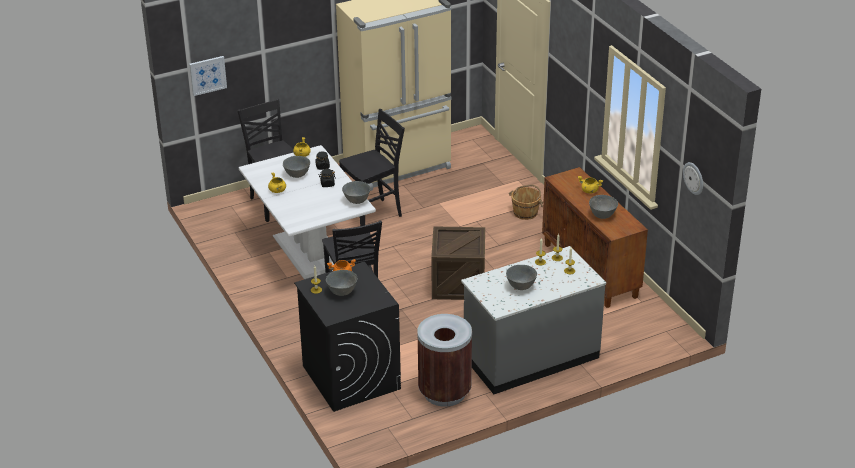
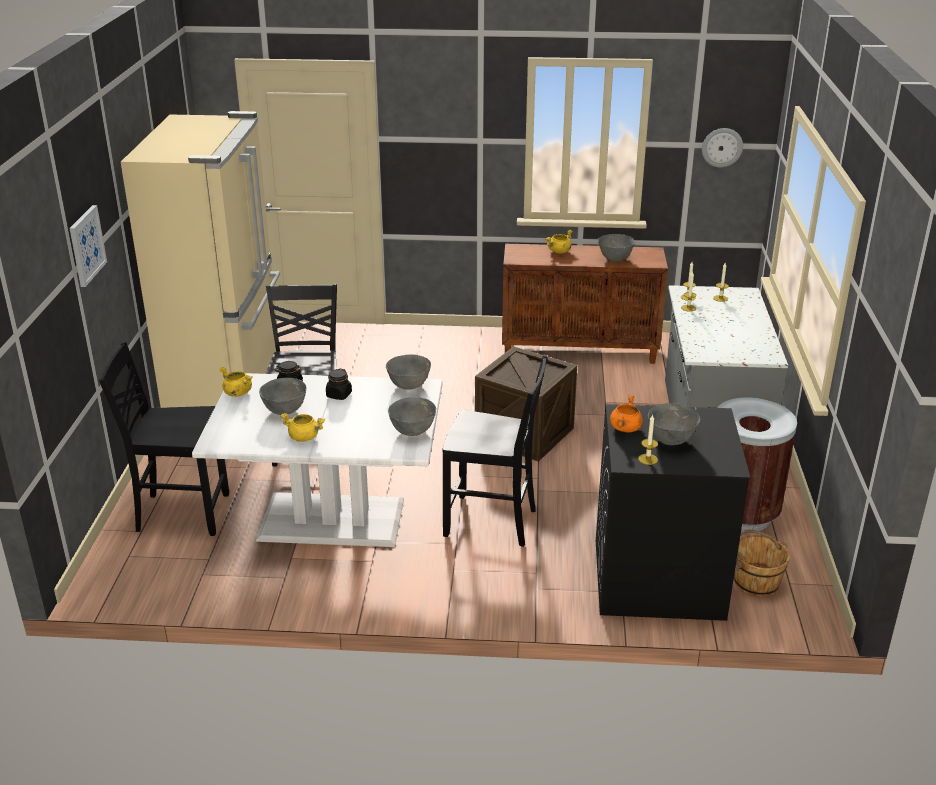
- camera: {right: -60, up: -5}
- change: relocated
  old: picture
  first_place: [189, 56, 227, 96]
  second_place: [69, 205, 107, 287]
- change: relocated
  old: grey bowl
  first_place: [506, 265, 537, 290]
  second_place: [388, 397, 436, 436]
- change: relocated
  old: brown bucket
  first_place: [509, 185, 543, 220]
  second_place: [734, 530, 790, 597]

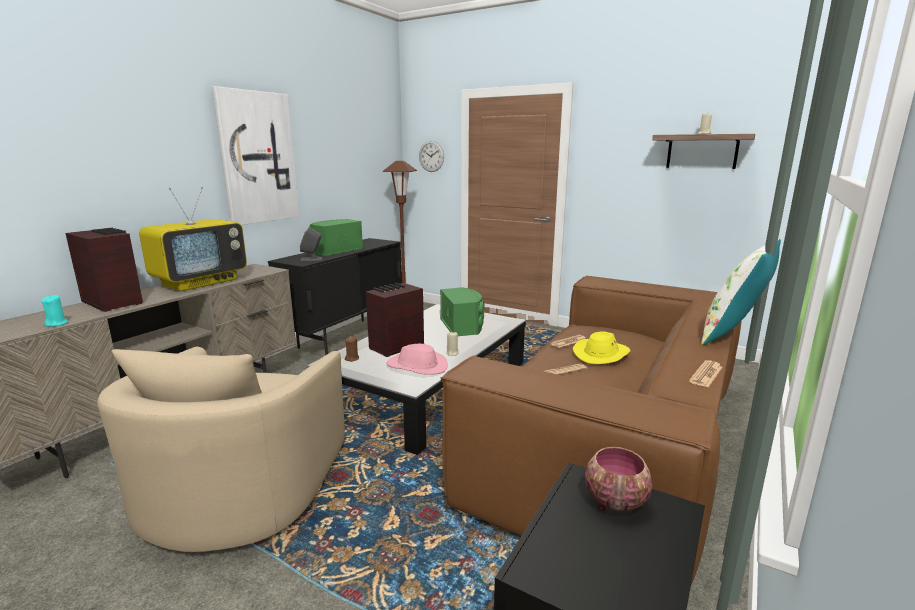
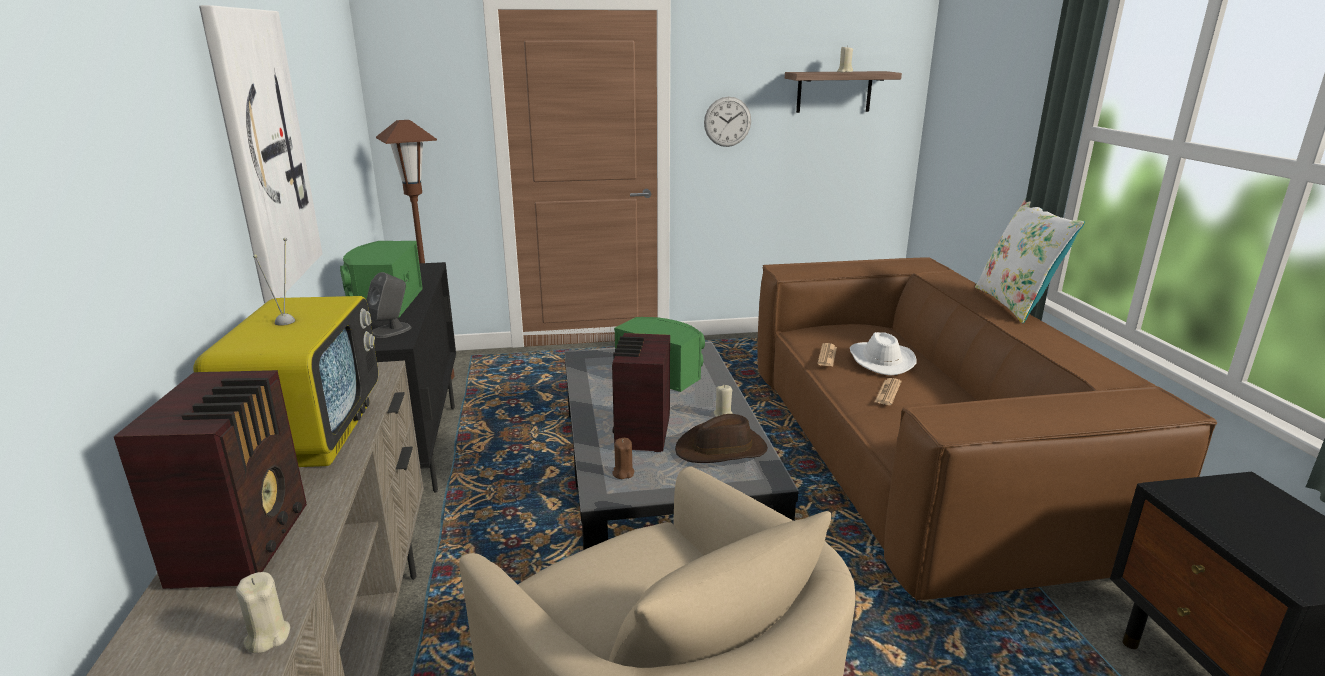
- camera: {right: -40, up: 5}
- change: colour
  old: turquoise candle
  new: beige candle
  first_place: [41, 295, 68, 327]
  second_place: [236, 572, 290, 653]
- change: spun
  old: radio
  first_place: [65, 228, 143, 312]
  second_place: [114, 370, 307, 589]
  degrees: 90
- change: colour
  old: pink hat
  new: brown hat
  first_place: [386, 344, 448, 375]
  second_place: [675, 414, 768, 463]
- change: relocated
  old: wall clock
  first_place: [419, 141, 444, 172]
  second_place: [704, 96, 751, 147]
- change: colour
  old: yellow hat
  new: white hat
  first_place: [573, 332, 630, 364]
  second_place: [850, 332, 917, 376]
- change: missing
  old: bowl
  first_place: [585, 447, 652, 511]
- change: missing
  old: newspaper
  first_place: [689, 360, 723, 387]

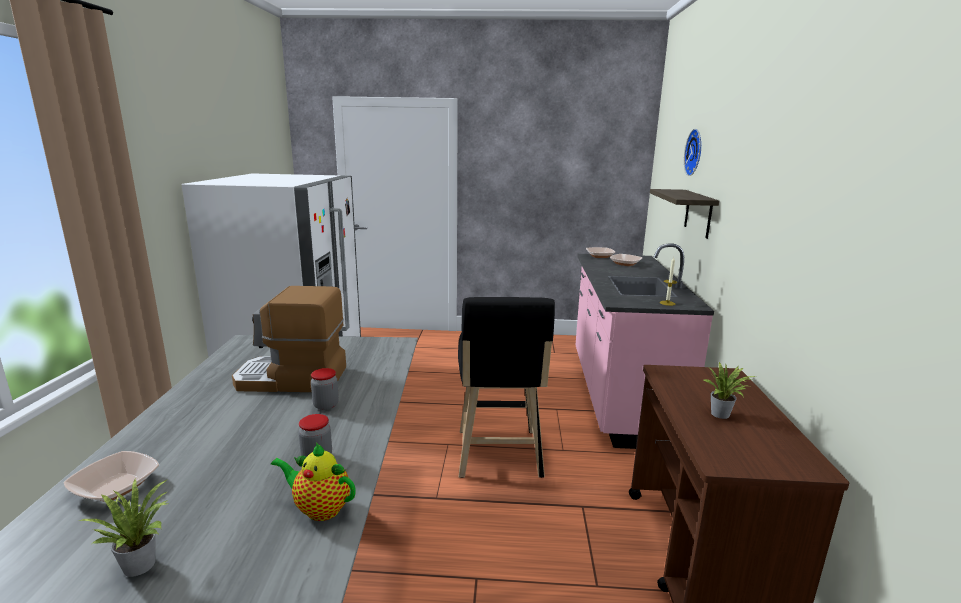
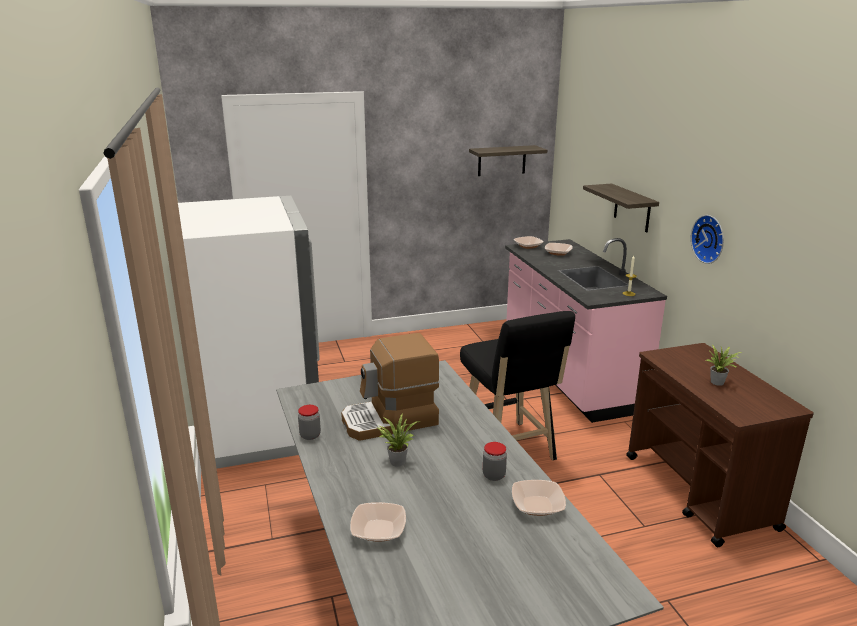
- camera: {right: -20, up: 5}
- change: relocated
  old: potted plant
  first_place: [78, 479, 168, 577]
  second_place: [377, 413, 420, 467]
- change: exchanged
  old: teapot
  new: bowl
  first_place: [271, 443, 356, 521]
  second_place: [512, 480, 566, 516]
- change: relocated
  old: jar
  first_place: [311, 368, 339, 410]
  second_place: [298, 405, 321, 440]
- change: relocated
  old: wall clock
  first_place: [684, 129, 701, 176]
  second_place: [691, 215, 724, 264]
- change: appeared
  new: shelf
  second_place: [469, 145, 547, 176]

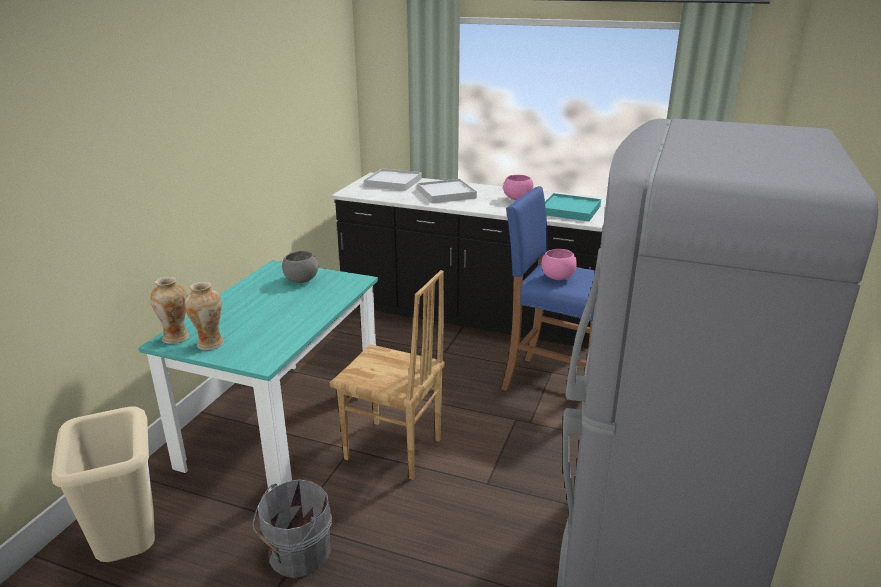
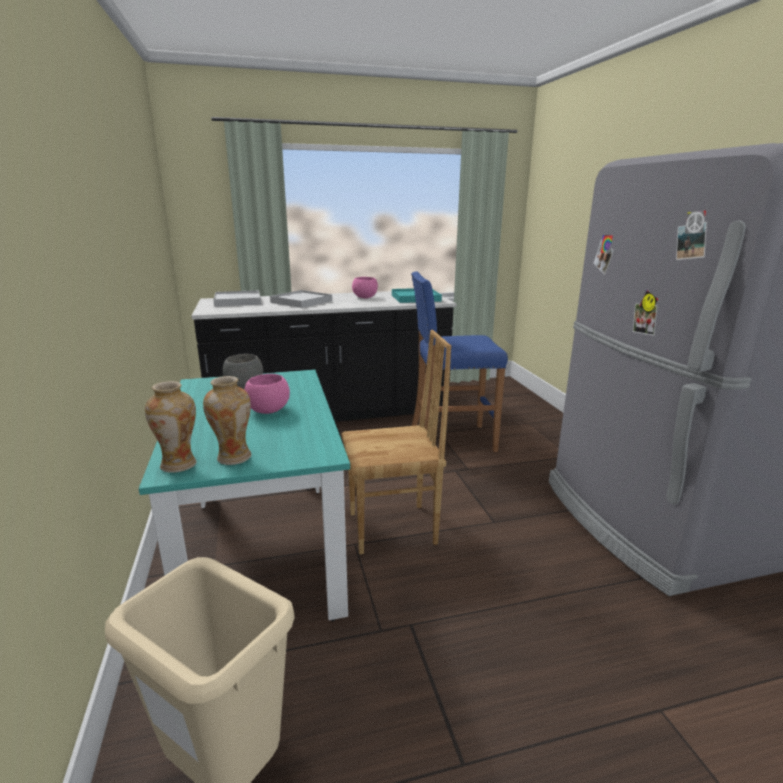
- camera: {right: -35, up: -5}
- change: missing
  old: grey bucket
  first_place: [253, 479, 332, 578]
- change: relocated
  old: pink bowl
  first_place: [542, 249, 577, 280]
  second_place: [244, 374, 290, 414]

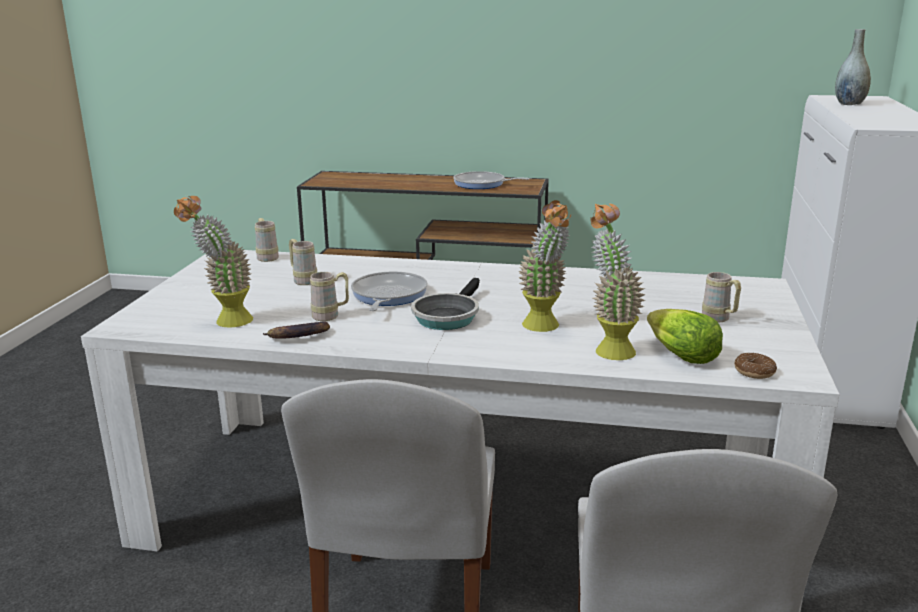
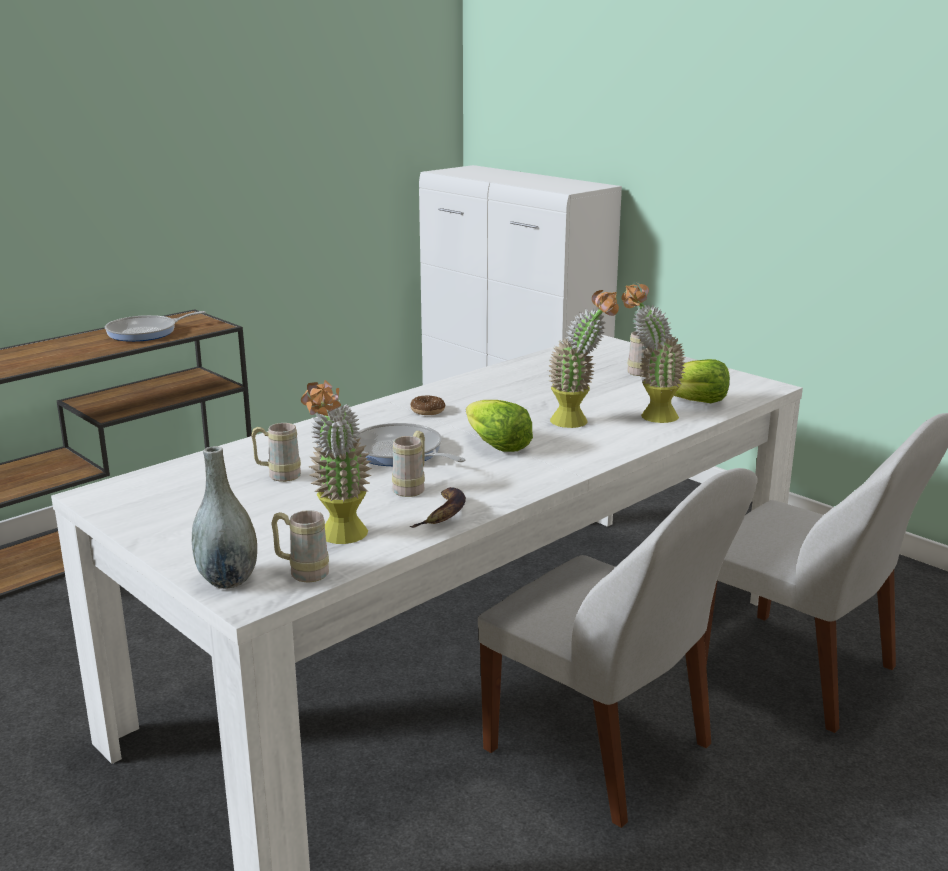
- camera: {right: -55, up: 0}
- change: relocated
  old: beige mug
  first_place: [255, 218, 279, 262]
  second_place: [271, 510, 329, 582]
- change: exchanged
  old: frying pan
  new: lettuce
  first_place: [411, 278, 480, 330]
  second_place: [466, 400, 533, 452]
- change: relocated
  old: donut
  first_place: [734, 353, 777, 379]
  second_place: [410, 396, 446, 415]
- change: relocated
  old: grey vase
  first_place: [835, 29, 871, 105]
  second_place: [192, 446, 257, 589]

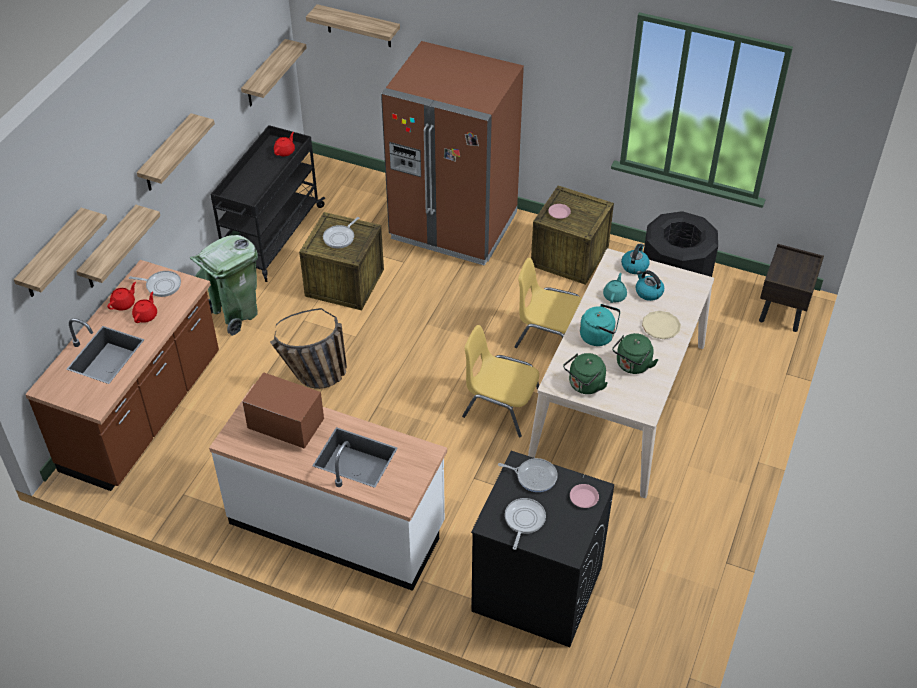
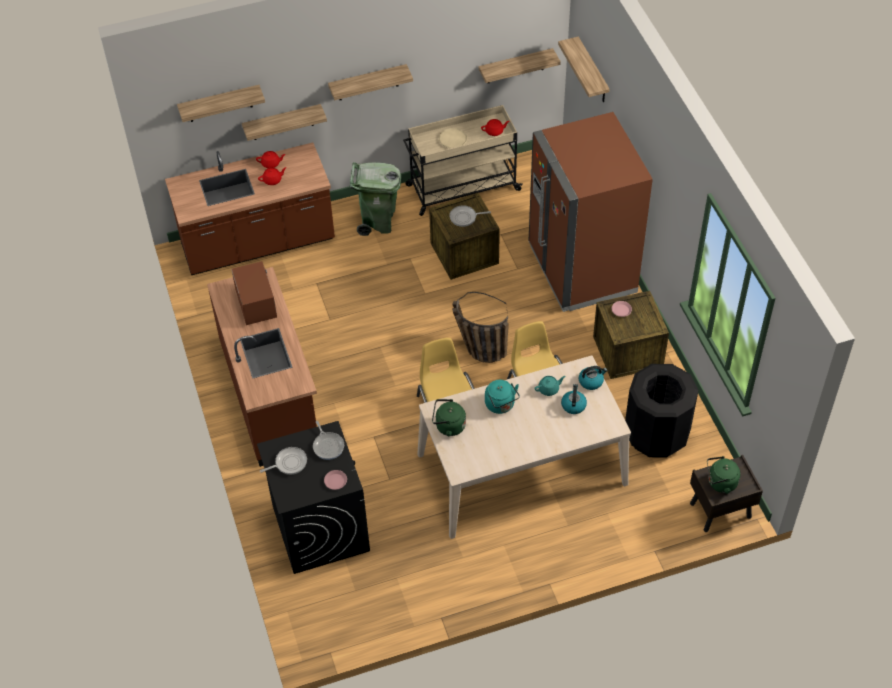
- camera: {right: 50, up: 5}
- change: missing
  old: frying pan
  first_place: [129, 271, 181, 297]
- change: colour
  old: white counter
  new: brown counter
  first_place: [209, 384, 447, 591]
  second_place: [207, 267, 317, 467]
- change: colour
  old: black cart
  new: beige cart
  first_place: [210, 125, 325, 282]
  second_place: [403, 105, 523, 216]
- change: relocated
  old: basket
  first_place: [270, 308, 347, 389]
  second_place: [452, 292, 509, 363]
- change: relocated
  old: green kettle
  first_place: [612, 333, 658, 374]
  second_place: [707, 456, 740, 494]
- change: relocated
  old: beige plate
  first_place: [642, 311, 681, 339]
  second_place: [439, 128, 468, 148]

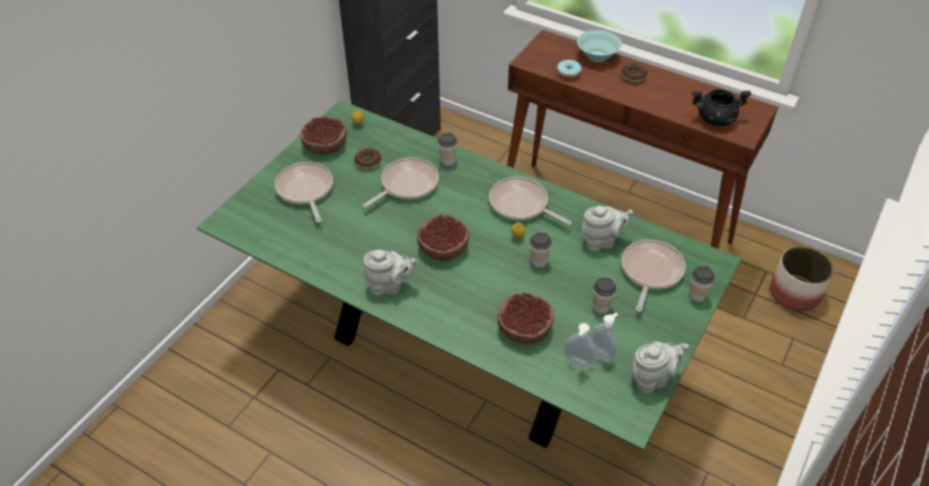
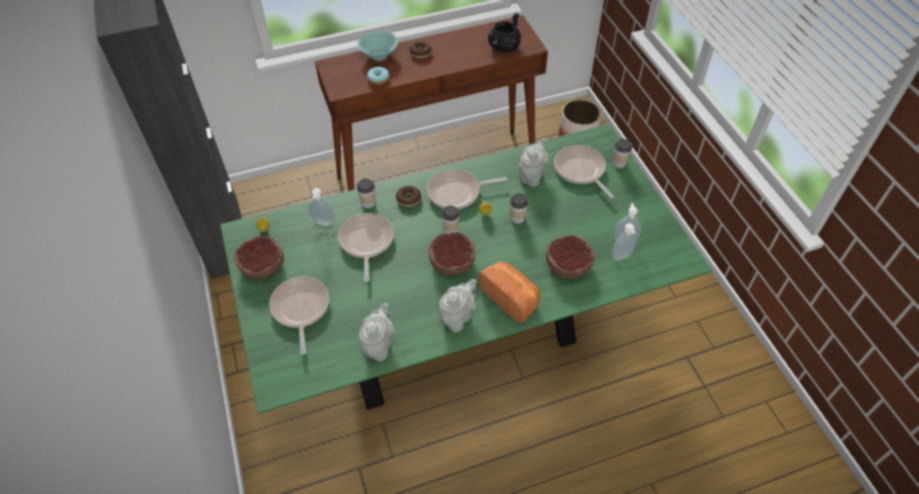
- camera: {right: -50, up: 5}
- change: spun
  old: frying pan
  first_place: [275, 162, 333, 222]
  second_place: [269, 277, 329, 355]
  degrees: 60
- change: relocated
  old: donut
  first_place: [354, 148, 381, 169]
  second_place: [396, 186, 421, 207]
- change: relocated
  old: cup
  first_place: [593, 277, 616, 314]
  second_place: [441, 206, 460, 233]
- change: relocated
  old: grey teapot
  first_place: [632, 341, 688, 394]
  second_place: [359, 303, 396, 361]
- change: appeared
  new: soap dispenser
  second_place: [308, 188, 334, 225]
- change: appeared
  new: bread
  second_place: [479, 261, 540, 323]

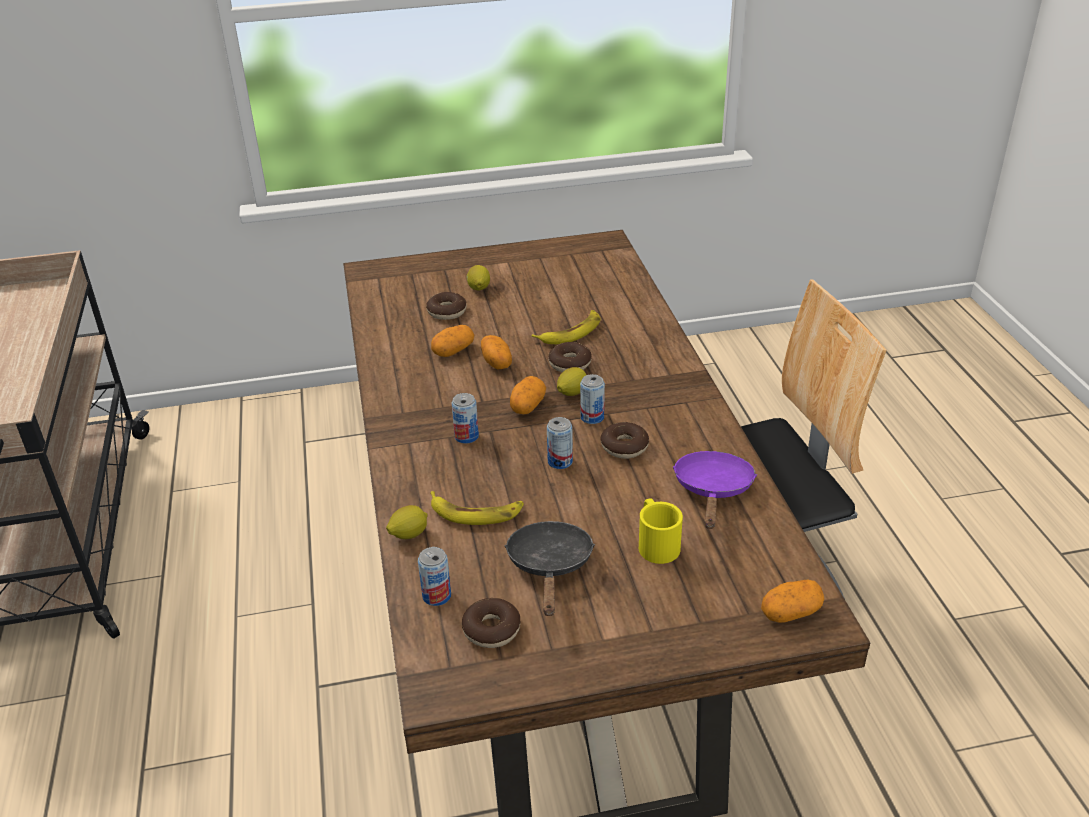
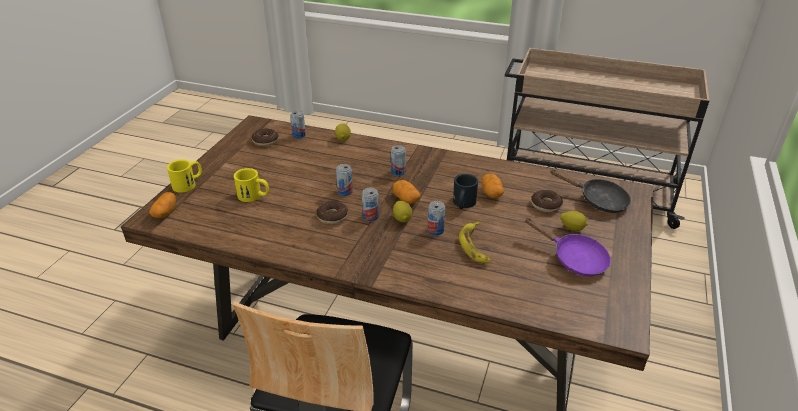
- camera: {right: 120, up: 0}
- change: missing
  old: banana
  first_place: [430, 491, 524, 525]
- change: exchanged
  old: potato
  new: black mug
  first_place: [481, 335, 512, 369]
  second_place: [453, 174, 478, 209]
- change: relocated
  old: black frying pan
  first_place: [505, 521, 595, 616]
  second_place: [550, 169, 631, 213]
- change: exchanged
  old: donut
  new: can
  first_place: [548, 342, 592, 372]
  second_place: [428, 201, 445, 235]
- change: relocated
  old: purple frying pan
  first_place: [673, 451, 757, 529]
  second_place: [525, 217, 611, 277]
- change: appeared
  new: yellow mug
  second_place: [167, 160, 202, 193]

